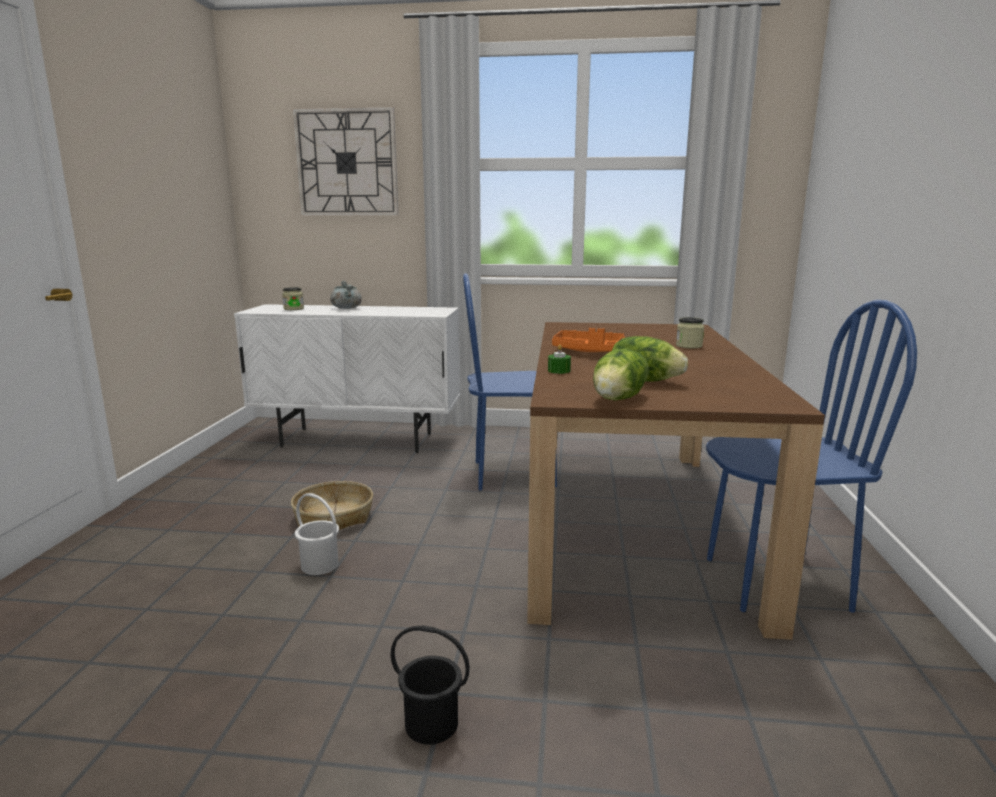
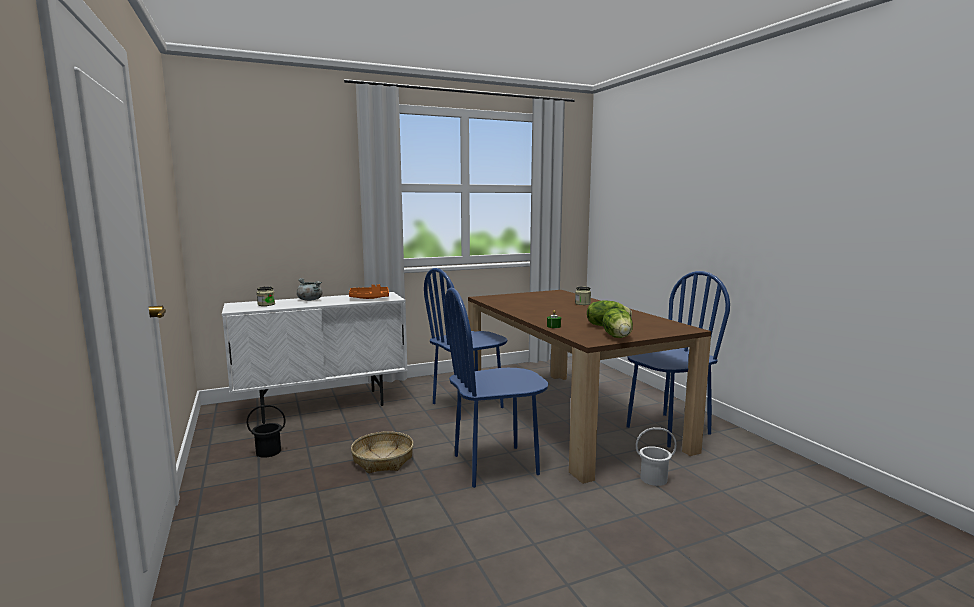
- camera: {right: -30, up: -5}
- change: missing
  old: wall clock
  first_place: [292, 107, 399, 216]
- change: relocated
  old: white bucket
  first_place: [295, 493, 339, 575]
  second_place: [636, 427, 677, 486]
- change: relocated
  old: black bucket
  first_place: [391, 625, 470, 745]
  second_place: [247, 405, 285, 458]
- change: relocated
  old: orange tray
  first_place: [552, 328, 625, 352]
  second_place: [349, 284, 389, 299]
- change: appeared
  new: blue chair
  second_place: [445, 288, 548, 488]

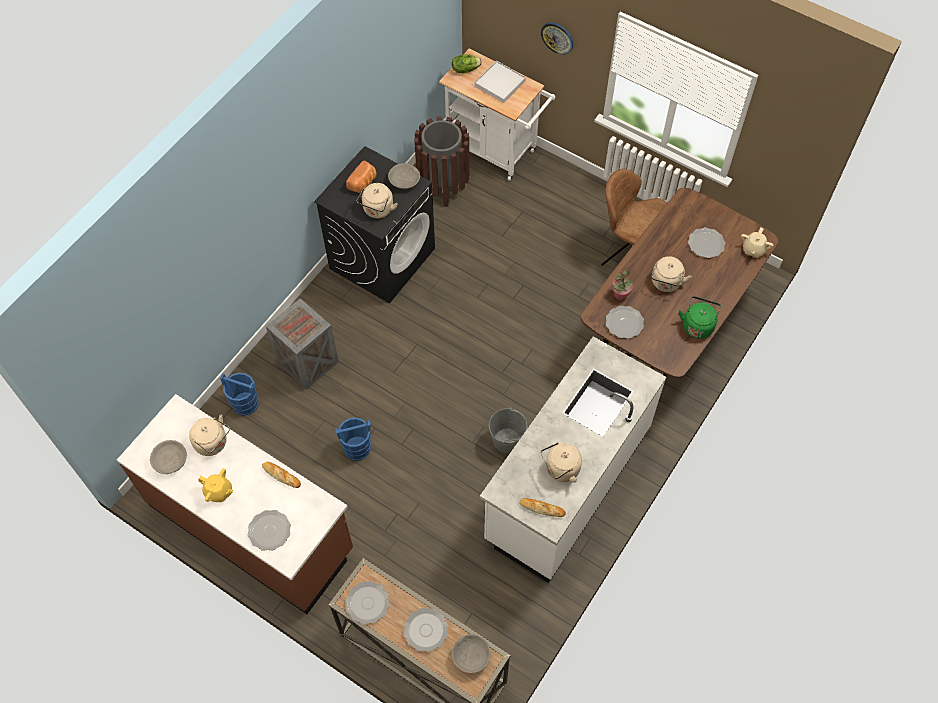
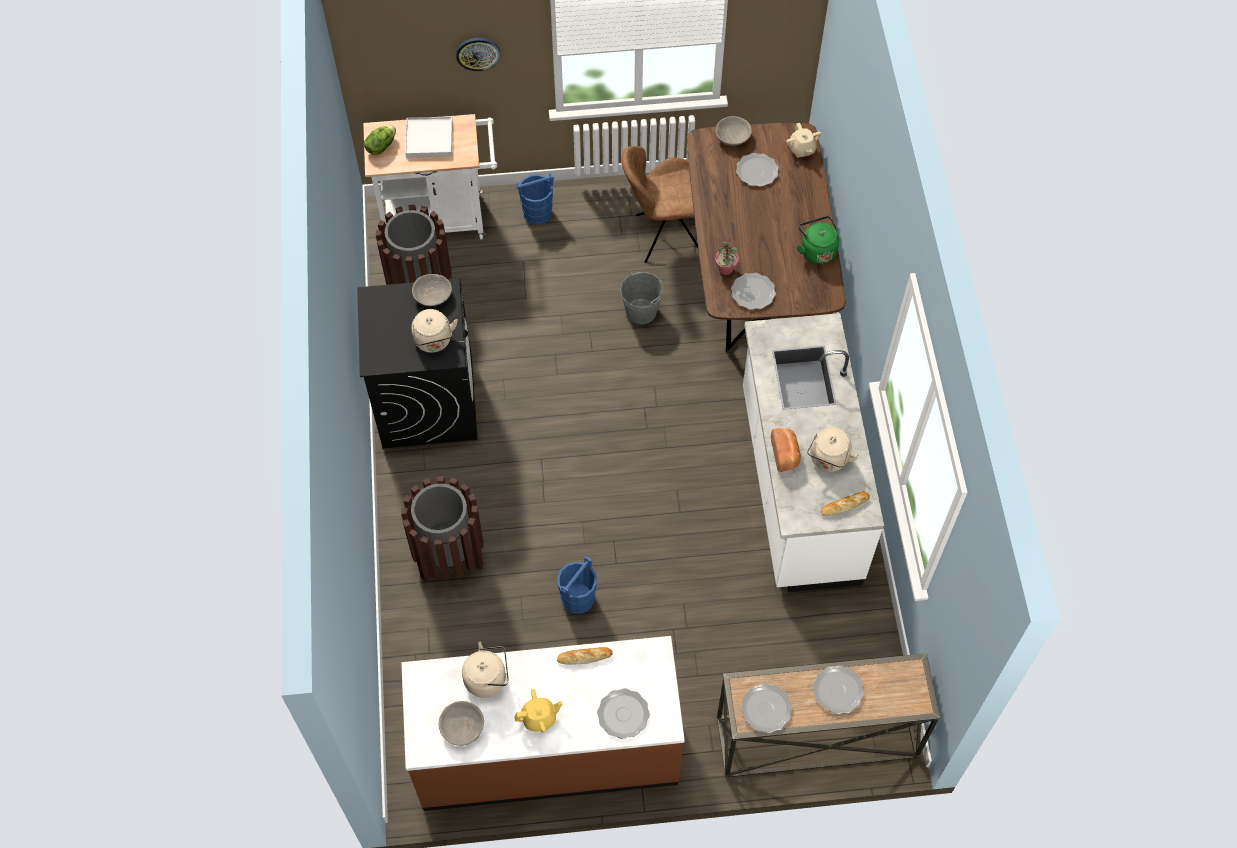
- camera: {right: -40, up: 0}
- change: relocated
  old: blue bucket
  first_place: [220, 373, 258, 416]
  second_place: [516, 173, 554, 225]
- change: exchanged
  old: crate
  new: brown trash can
  first_place: [266, 298, 339, 390]
  second_place: [401, 476, 484, 582]
- change: relocated
  old: bread
  first_place: [346, 160, 377, 193]
  second_place: [771, 428, 801, 472]
- change: relocated
  old: grey bowl
  first_place: [452, 634, 491, 673]
  second_place: [716, 116, 752, 146]
- change: relocated
  old: grey bucket
  first_place: [489, 407, 528, 453]
  second_place: [621, 272, 663, 324]
- change: missing
  old: beige kettle
  first_place: [651, 256, 692, 292]

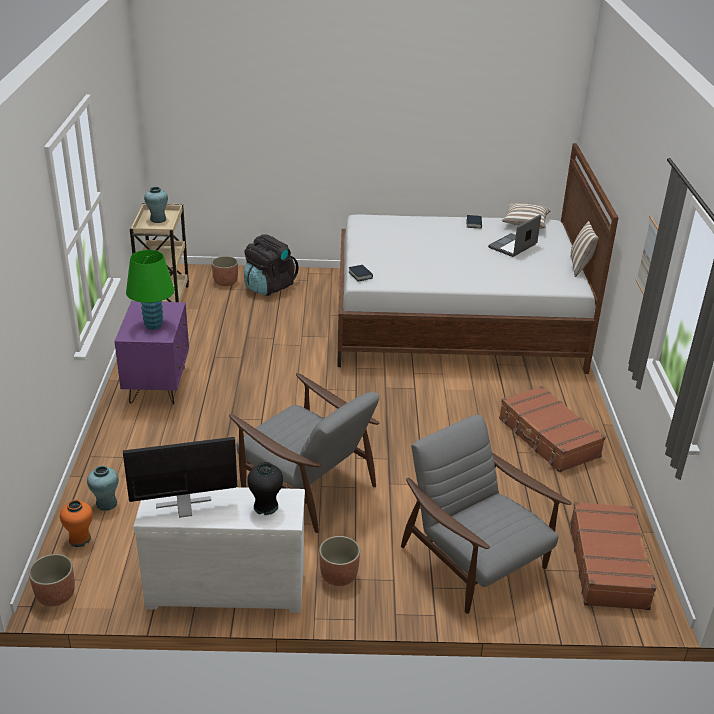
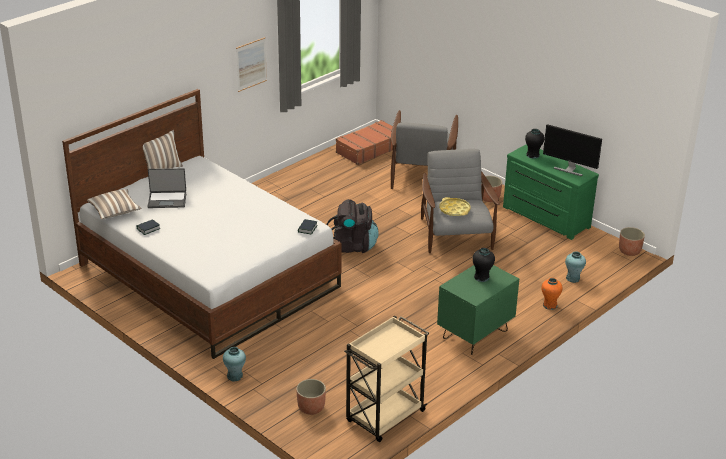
- camera: {right: -135, up: 0}
- change: relocated
  old: orange vase
  first_place: [60, 500, 93, 547]
  second_place: [541, 278, 562, 310]
- change: colour
  old: purple nightstand
  new: green nightstand
  first_place: [114, 301, 189, 405]
  second_place: [437, 265, 519, 355]
- change: exchanged
  old: green table lamp
  new: black vase
  first_place: [126, 250, 175, 330]
  second_place: [472, 248, 495, 282]
- change: colour
  old: white dresser
  new: green dresser
  first_place: [133, 487, 305, 613]
  second_place: [503, 144, 599, 240]
- change: relocated
  old: turquoise vase
  first_place: [144, 187, 168, 223]
  second_place: [223, 347, 246, 381]
- change: relocated
  old: black backpack
  first_place: [244, 234, 299, 296]
  second_place: [326, 199, 379, 253]
- change: missing
  old: brown suitcase
  first_place: [499, 386, 606, 472]
- change: appeared
  new: yellow tray
  second_place: [439, 197, 471, 216]

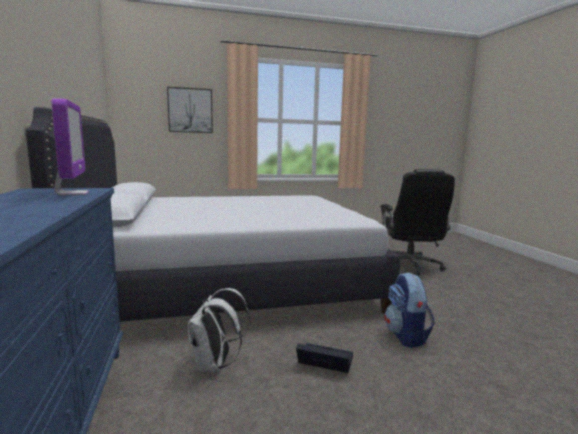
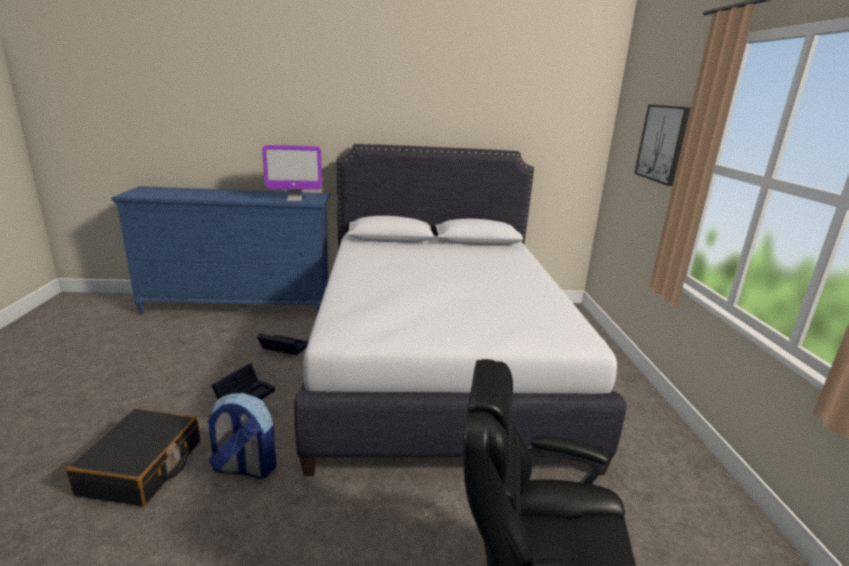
- camera: {right: 100, up: 10}
- change: exchanged
  old: white backpack
  new: black storage box
  first_place: [188, 288, 250, 372]
  second_place: [257, 333, 309, 355]
- change: appeared
  new: black suitcase
  second_place: [66, 409, 200, 507]

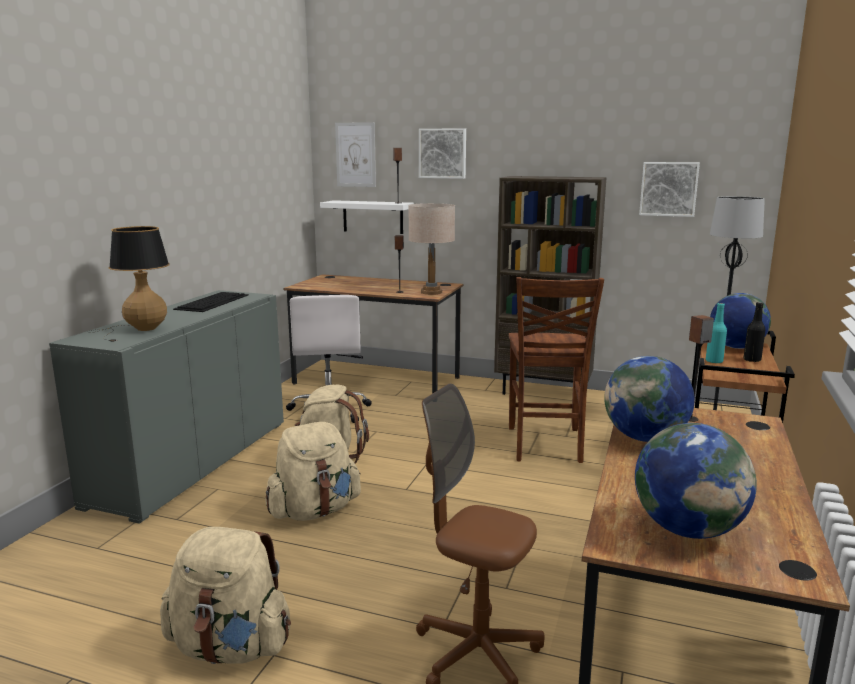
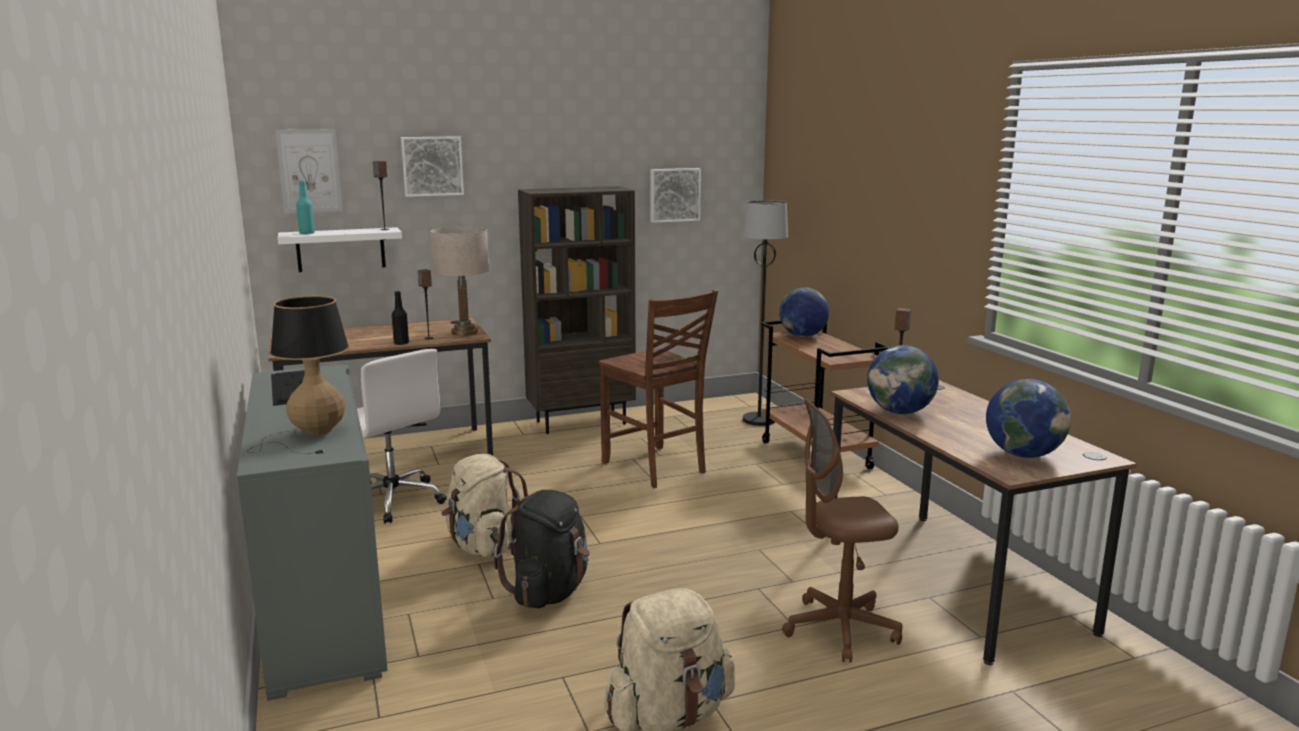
- camera: {right: -40, up: 0}
- change: colour
  old: beige backpack
  new: black backpack
  first_place: [265, 422, 361, 521]
  second_place: [494, 490, 590, 608]
- change: relocated
  old: turquoise bottle
  first_place: [706, 303, 727, 363]
  second_place: [296, 180, 315, 234]
- change: relocated
  old: black bottle
  first_place: [743, 302, 766, 362]
  second_place: [392, 291, 409, 345]

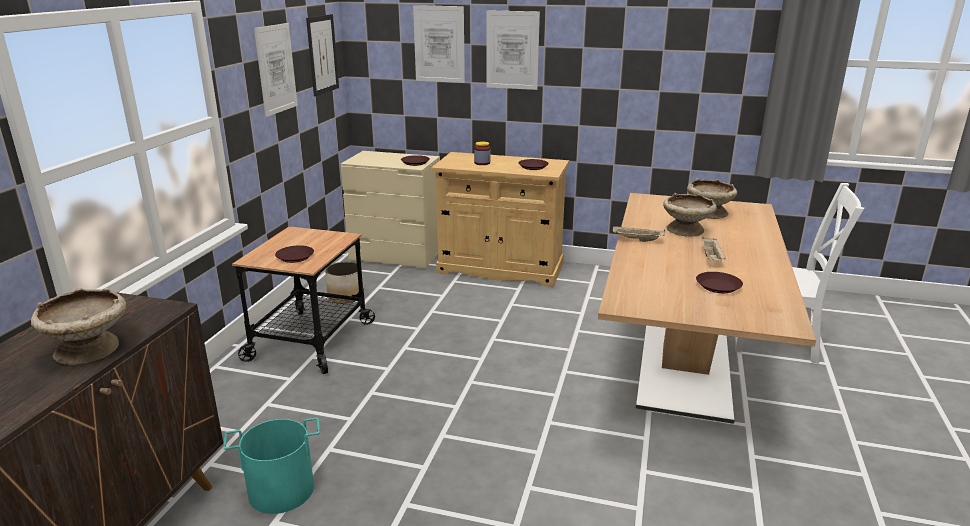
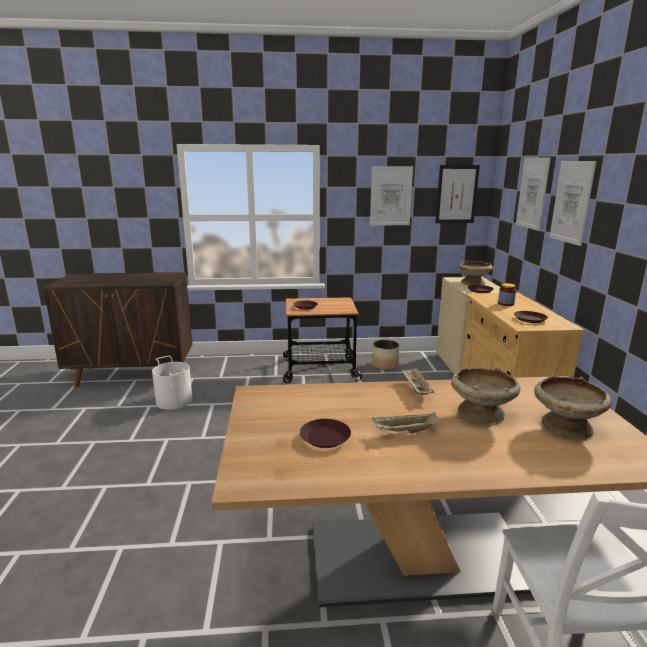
- camera: {right: 70, up: -5}
- change: relocated
  old: beige bowl
  first_place: [31, 288, 126, 365]
  second_place: [459, 260, 493, 285]
- change: colour
  old: turquoise bucket
  new: white bucket
  first_place: [223, 418, 320, 514]
  second_place: [152, 356, 193, 410]

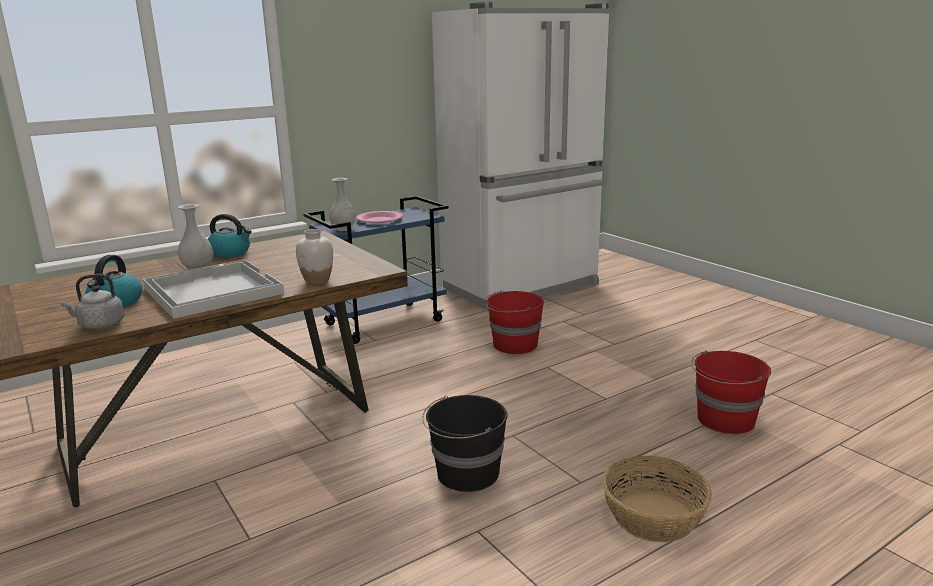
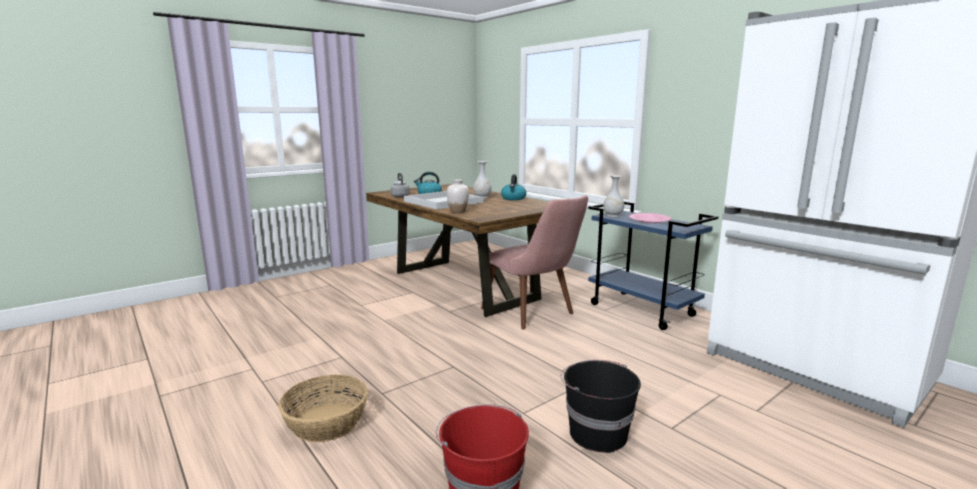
- camera: {right: 85, up: -5}
- change: relocated
  old: black bucket
  first_place: [422, 395, 507, 492]
  second_place: [561, 360, 641, 453]
- change: missing
  old: red bucket
  first_place: [484, 290, 544, 354]
- change: appeared
  new: pink chair
  second_place: [481, 195, 588, 329]

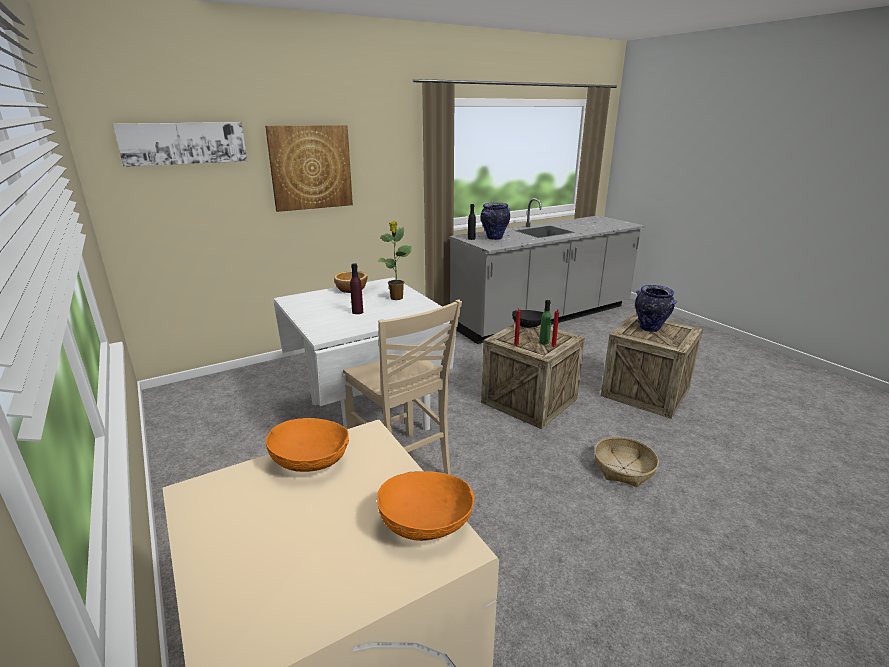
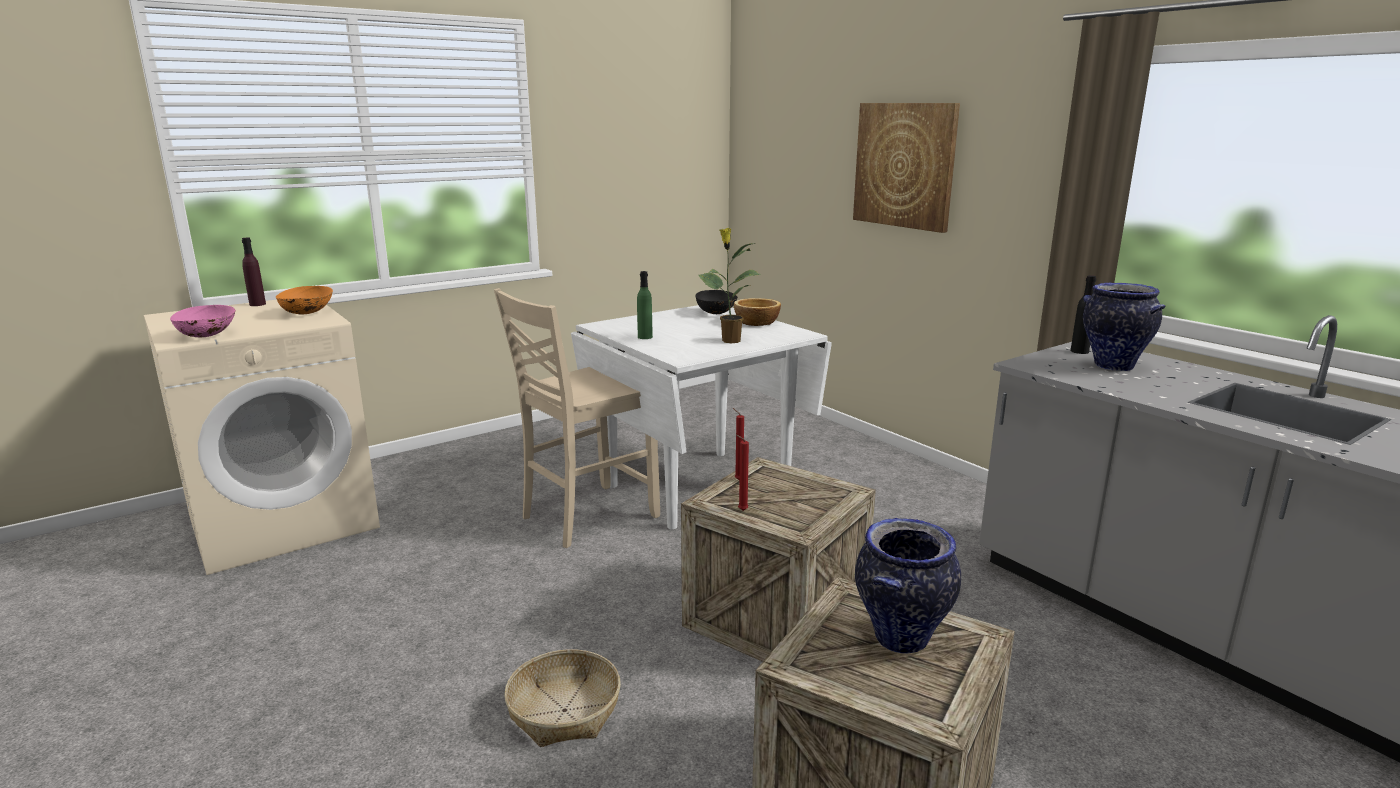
- camera: {right: 85, up: -5}
- change: missing
  old: picture
  first_place: [113, 122, 247, 167]
- change: relocated
  old: purple bottle
  first_place: [350, 263, 363, 314]
  second_place: [242, 238, 266, 306]
- change: colour
  old: orange bowl
  new: pink bowl
  first_place: [377, 471, 475, 541]
  second_place: [170, 305, 236, 337]
- change: relocated
  old: black bowl
  first_place: [512, 310, 544, 328]
  second_place: [696, 289, 738, 314]
- change: relocated
  old: green bottle
  first_place: [539, 300, 552, 345]
  second_place: [637, 271, 653, 339]

